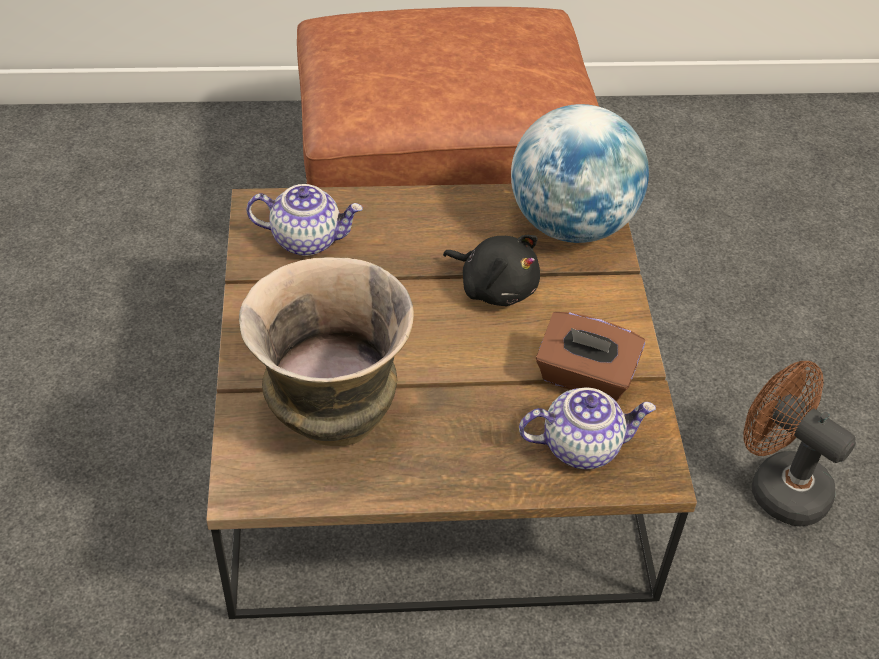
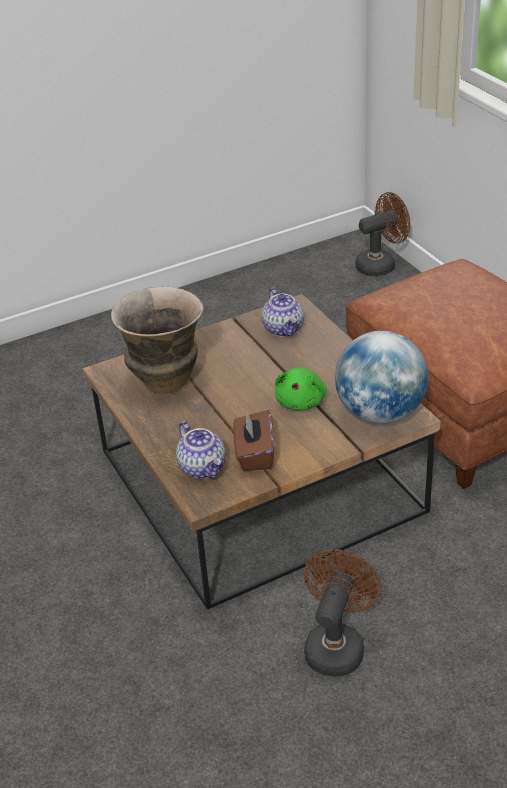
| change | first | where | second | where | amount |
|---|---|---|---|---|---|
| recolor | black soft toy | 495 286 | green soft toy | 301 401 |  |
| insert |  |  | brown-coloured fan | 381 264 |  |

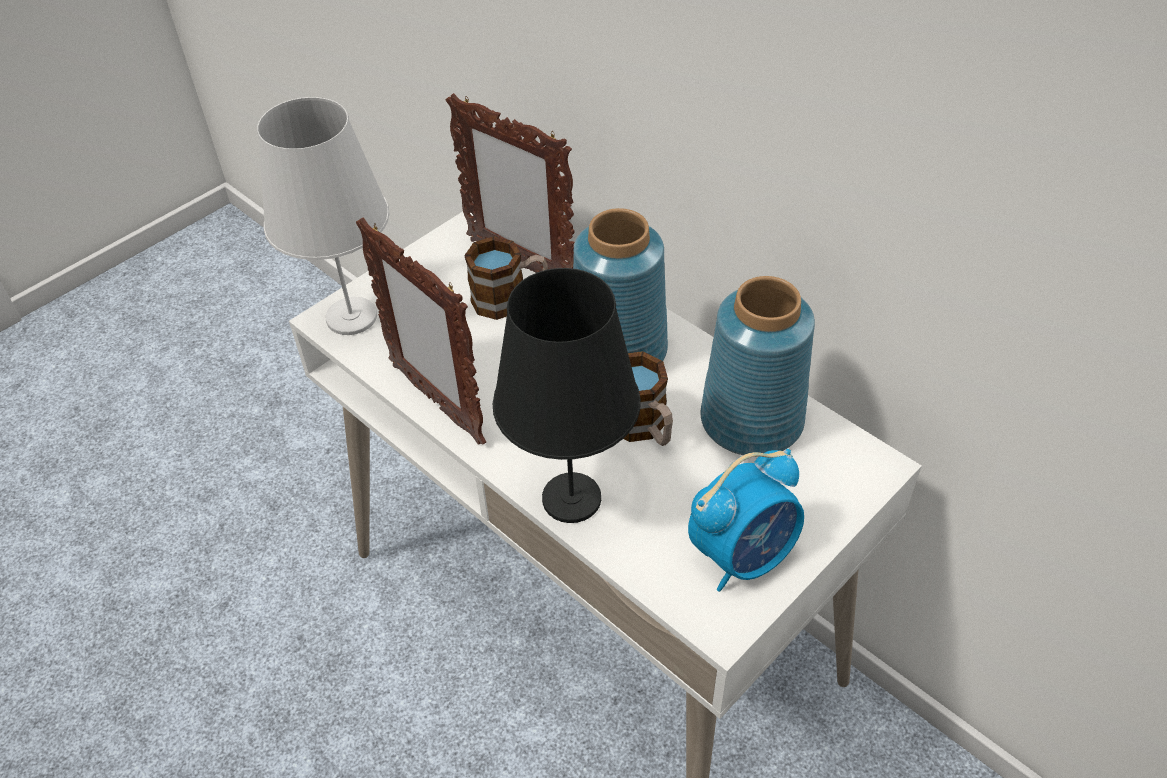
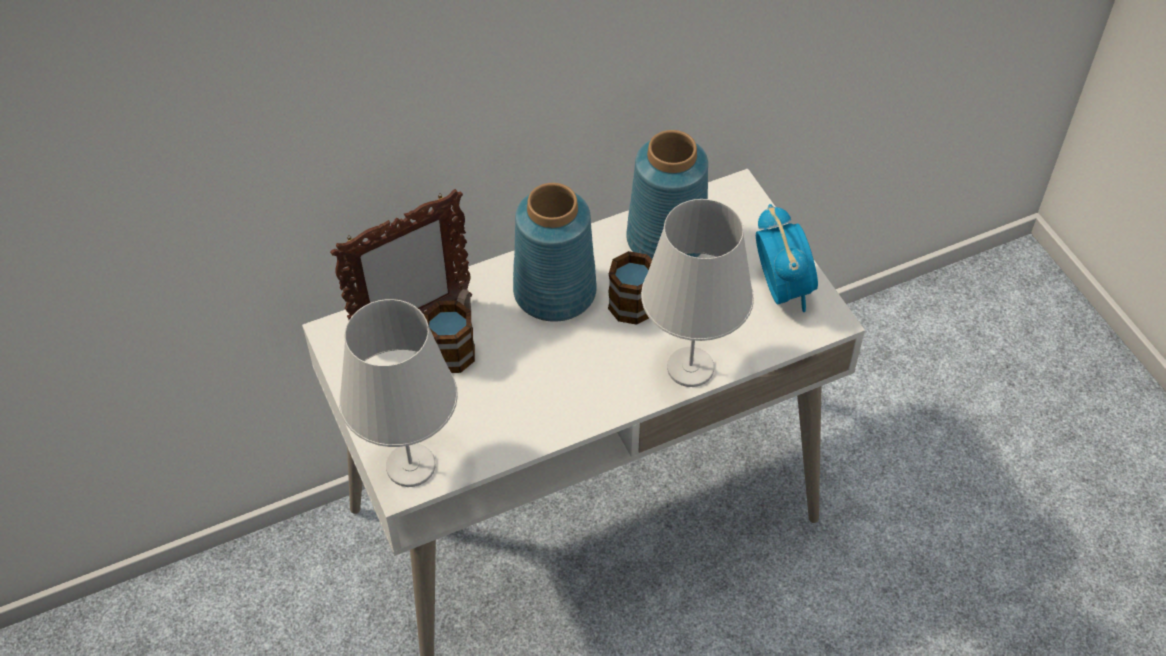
| change | first | where | second | where | amount |
|---|---|---|---|---|---|
| delete | photo frame | 436 403 |  |  |  |
| recolor | black table lamp | 572 499 | whitish table lamp | 691 367 |  |

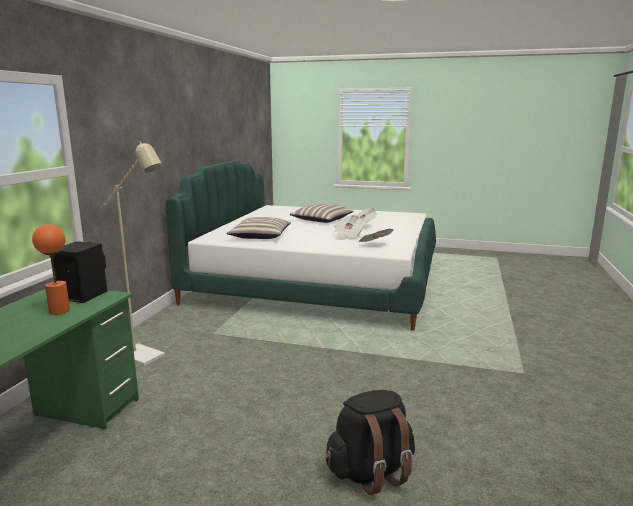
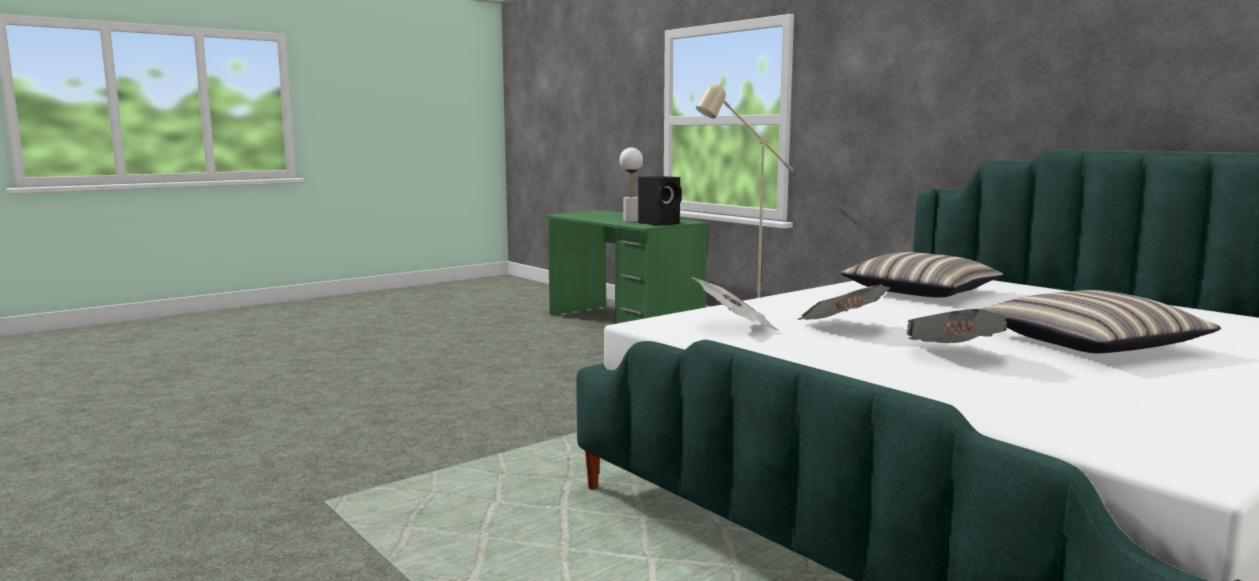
| change | first | where | second | where | amount |
|---|---|---|---|---|---|
| recolor | orangey table lamp | 59 311 | whitish table lamp | 631 221 |  |
| delete | black rucksack | 371 472 |  |  |  |

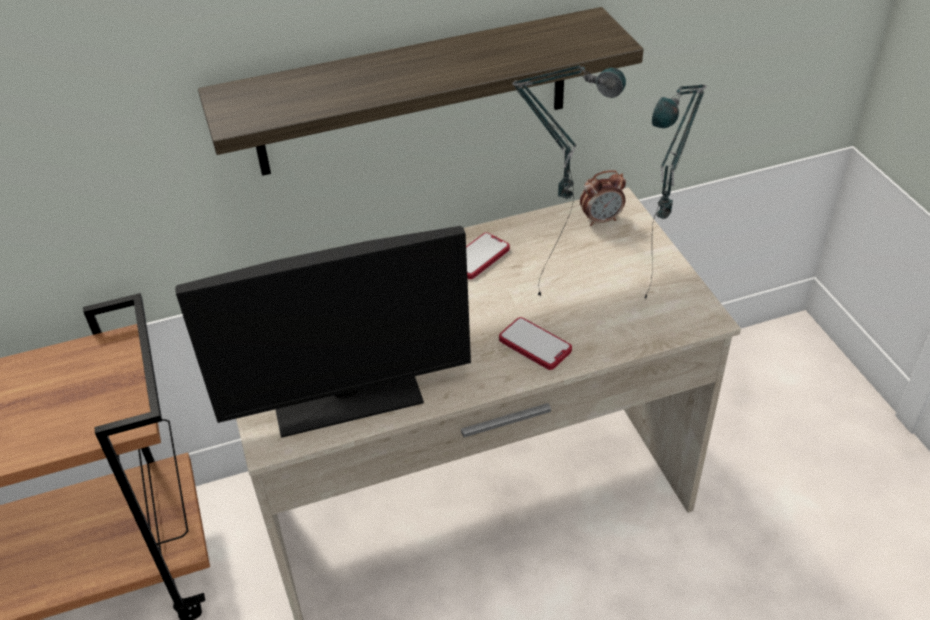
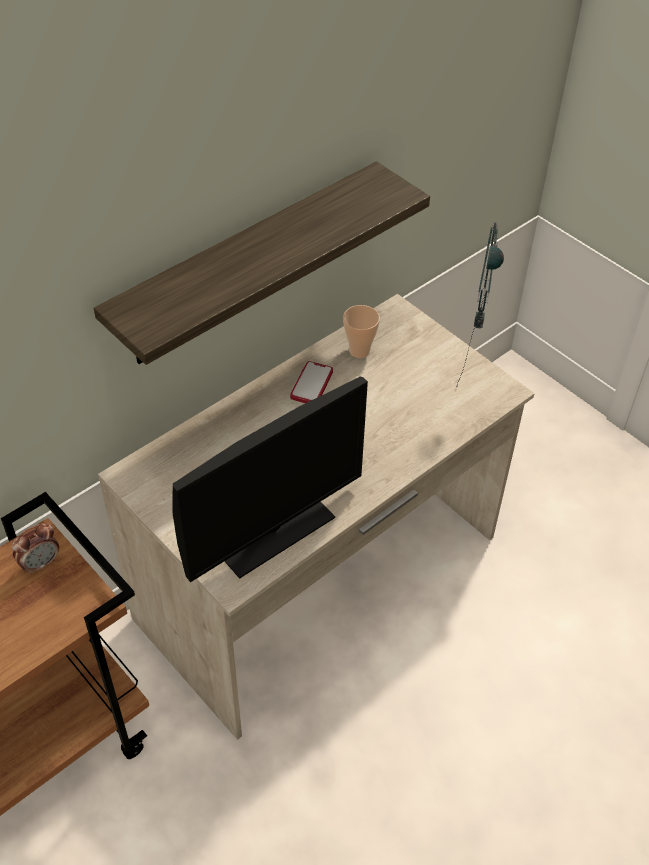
| change | first | where | second | where | amount |
|---|---|---|---|---|---|
| delete | table lamp | 557 293 |  |  |  |
| move | alarm clock | 601 220 |  | 40 563 |  |
| delete | handset | 535 345 |  |  |  |
| insert |  |  | small cup | 359 351 |  |

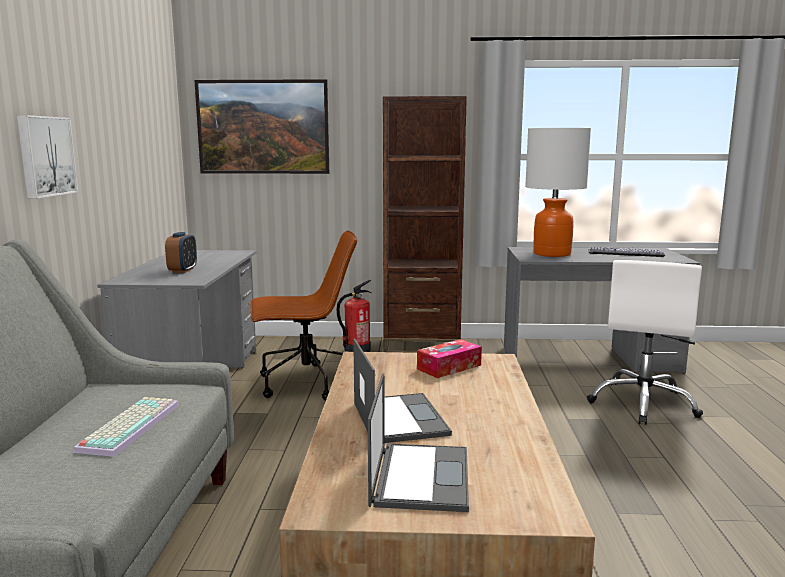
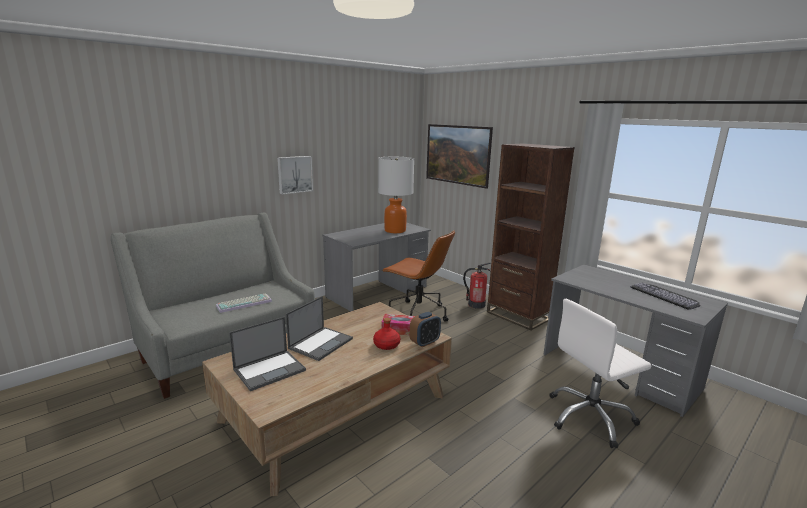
| change | first | where | second | where | amount |
|---|---|---|---|---|---|
| move | table lamp | 551 254 |  | 395 230 |  |
| move | alarm clock | 183 270 |  | 424 342 |  |
| insert |  |  | reddish beverage bottle | 386 345 |  |

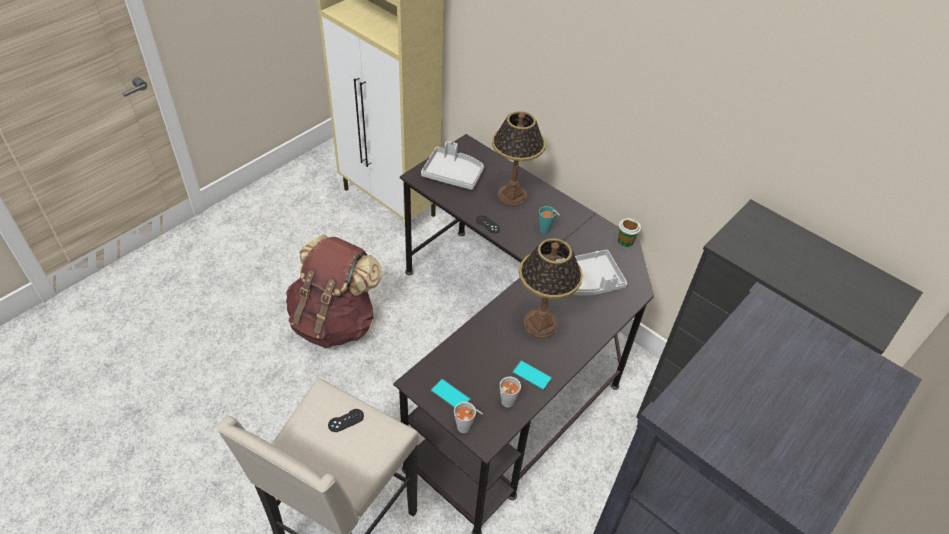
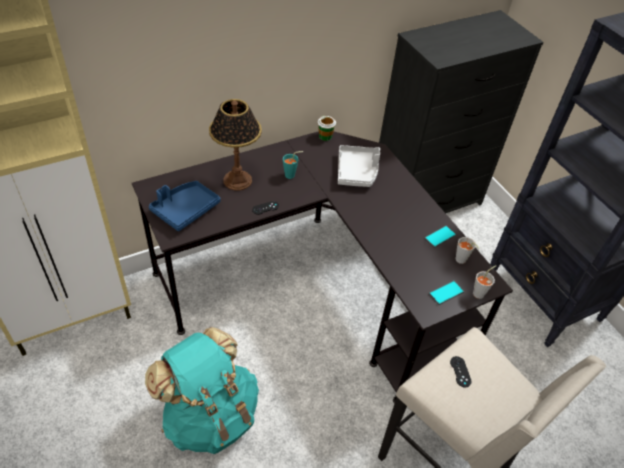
| change | first | where | second | where | amount |
|---|---|---|---|---|---|
| recolor | gray tray | 453 174 | bluish tray | 185 210 |  |
| recolor | brown-coloured rucksack | 335 321 | turquoise rucksack | 210 415 |  |
| delete | table lamp | 541 324 |  |  |  |

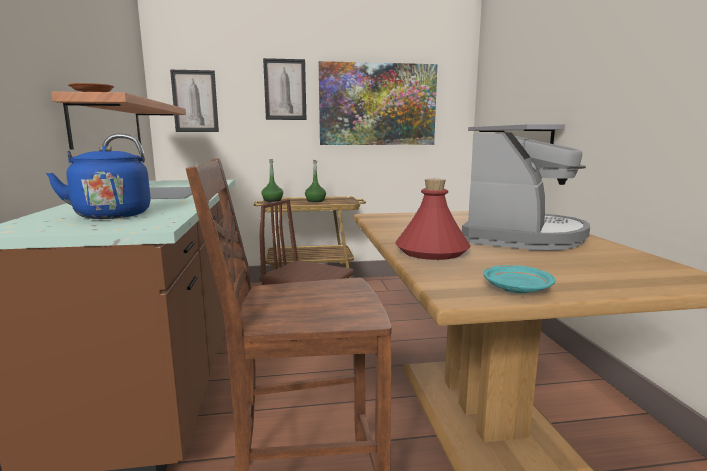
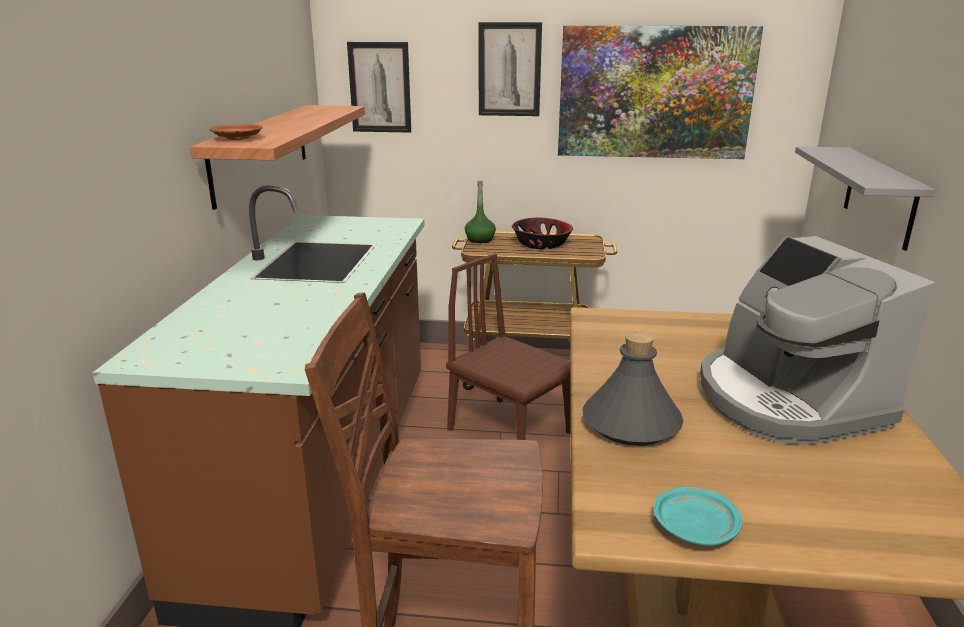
| change | first | where | second | where | amount |
|---|---|---|---|---|---|
| rotate | coffee machine | 522 236 |  | 786 400 | 120 degrees clockwise |
| delete | bluish water kettle | 112 214 |  |  |  |
| replace | green beverage bottle | 315 201 | serving bowl | 542 244 |  |
| recolor | reddish beverage bottle | 432 251 | gray beverage bottle | 632 424 |  |

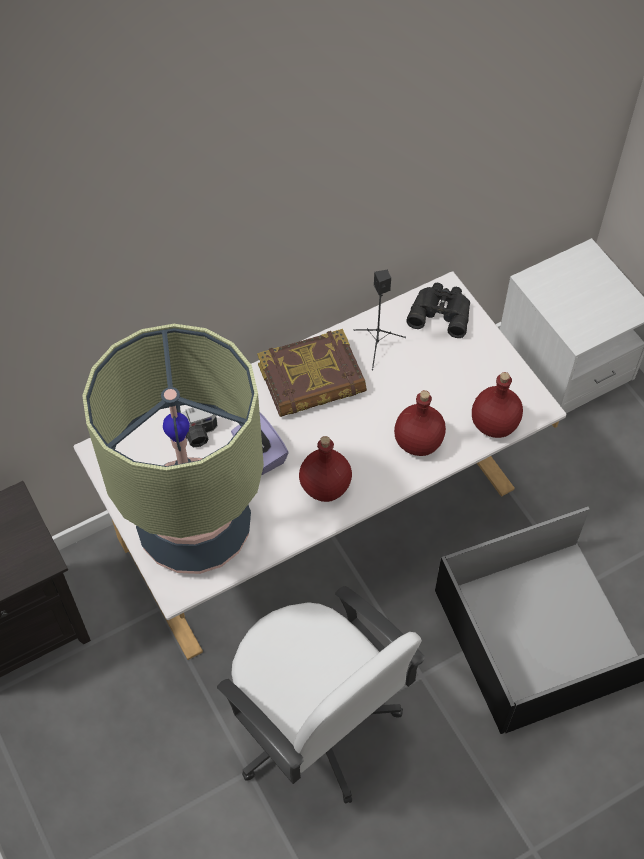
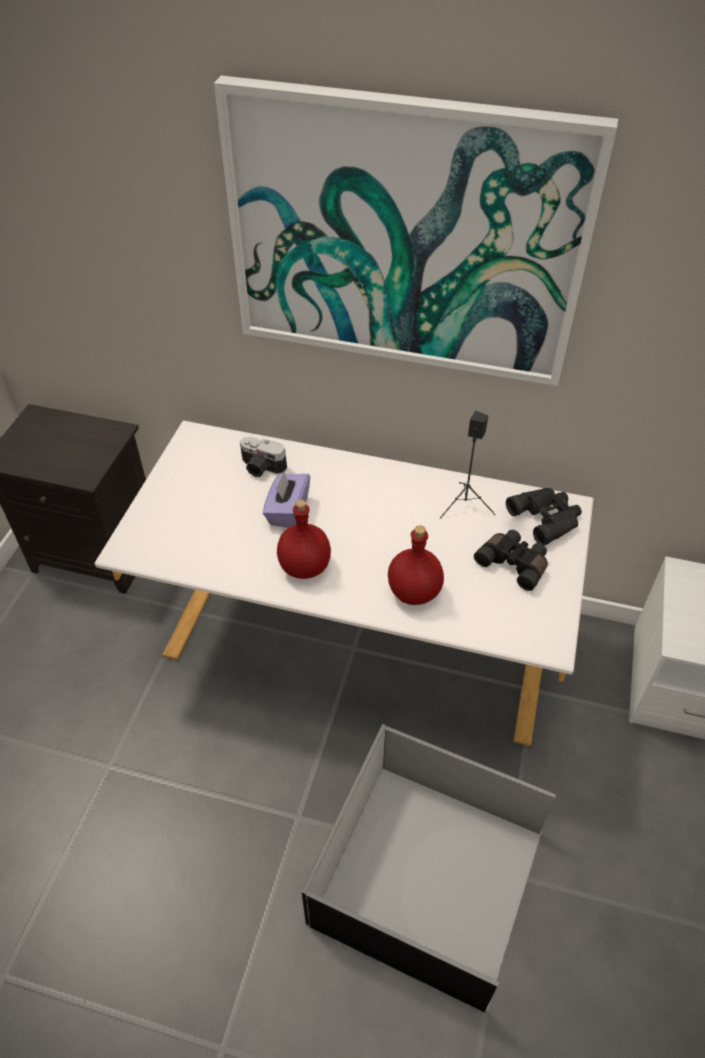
| change | first | where | second | where | amount |
|---|---|---|---|---|---|
| delete | table lamp | 195 528 |  |  |  |
| delete | volume | 312 380 |  |  |  |
| delete | reddish beverage bottle | 493 425 |  |  |  |
| delete | whitish office chair | 314 725 |  |  |  |
| insert |  |  | wall art | 404 237 |  |
| insert |  |  | black binoculars | 514 563 |  |

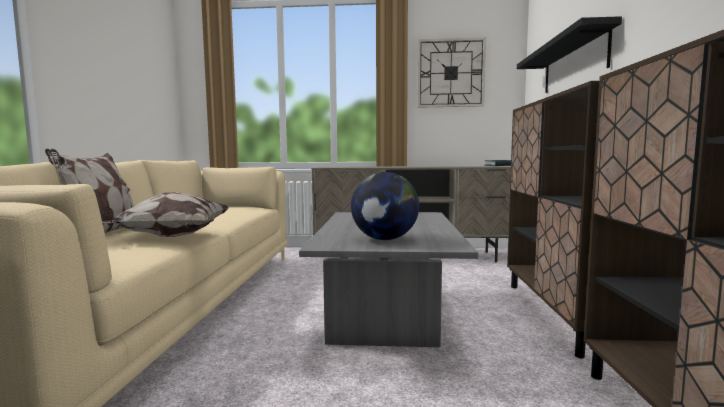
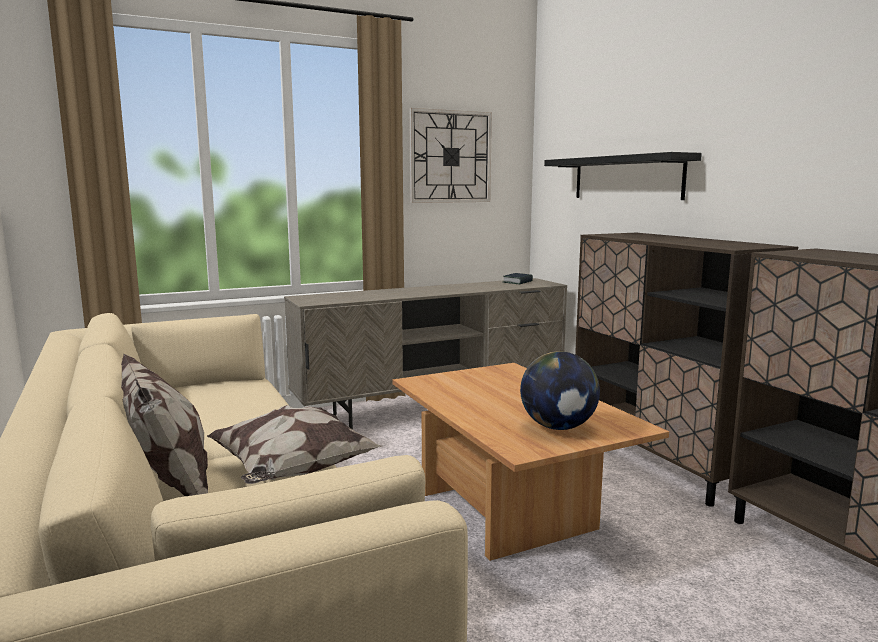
| change | first | where | second | where | amount |
|---|---|---|---|---|---|
| recolor | gray coffee table | 387 319 | brown-coloured coffee table | 511 509 |  |

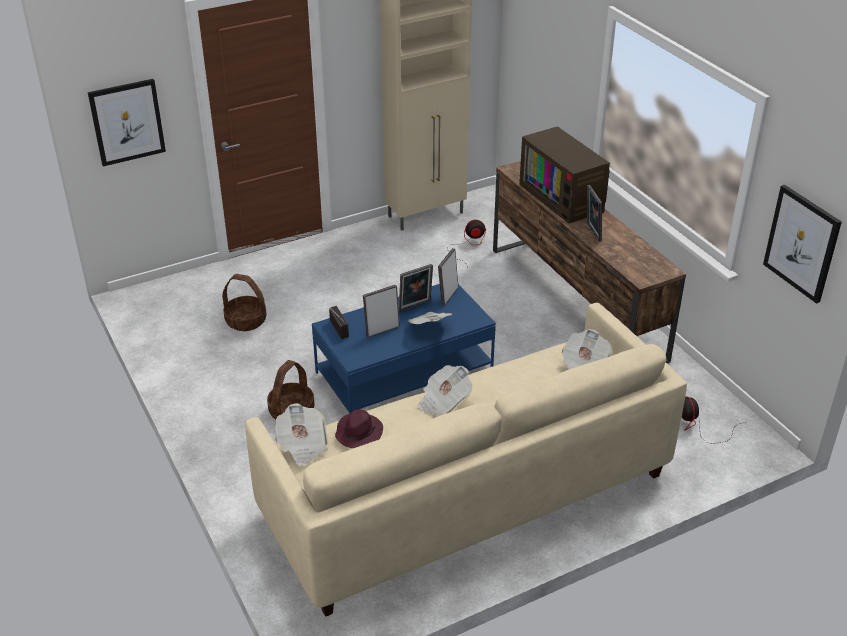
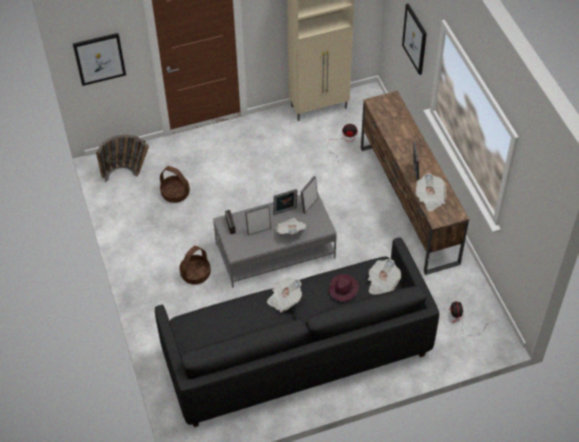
| change | first | where | second | where | amount |
|---|---|---|---|---|---|
| delete | television | 563 197 |  |  |  |
| move | wall art | 802 243 |  | 415 39 |  |
| recolor | bluish coffee table | 404 373 | gray coffee table | 275 251 |  |
| recolor | beige couch | 467 494 | black couch | 296 353 |  |
| move | newspaper | 302 445 |  | 430 198 |  |
| move | purple clothing hat | 358 433 |  | 343 288 |  |
| insert |  |  | basket | 127 174 |  |

